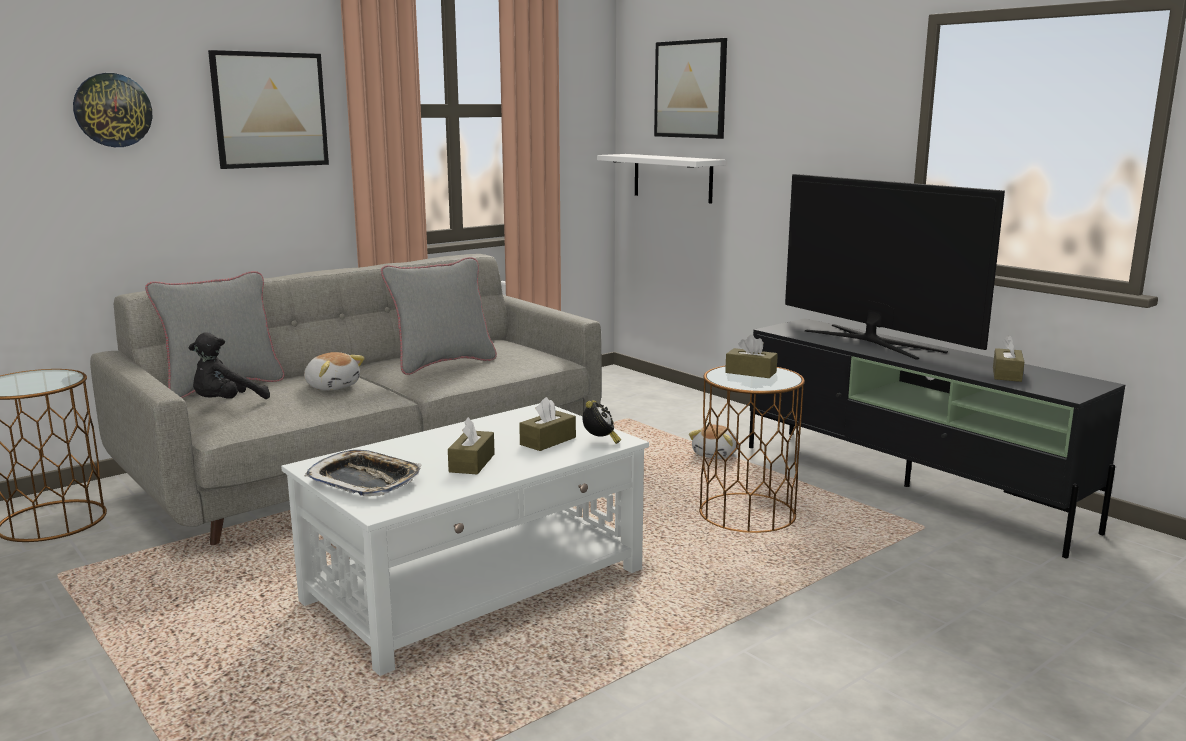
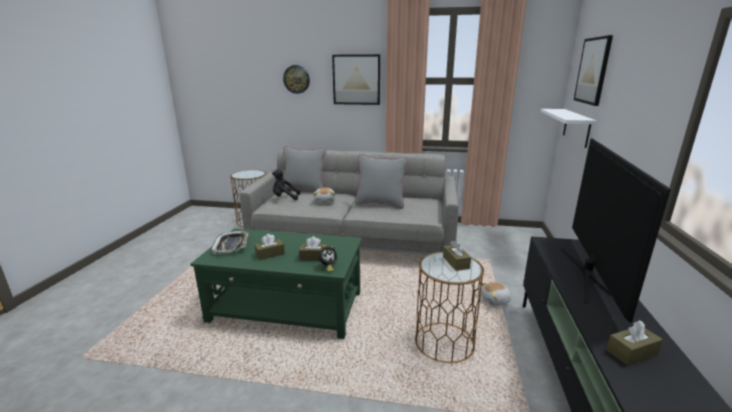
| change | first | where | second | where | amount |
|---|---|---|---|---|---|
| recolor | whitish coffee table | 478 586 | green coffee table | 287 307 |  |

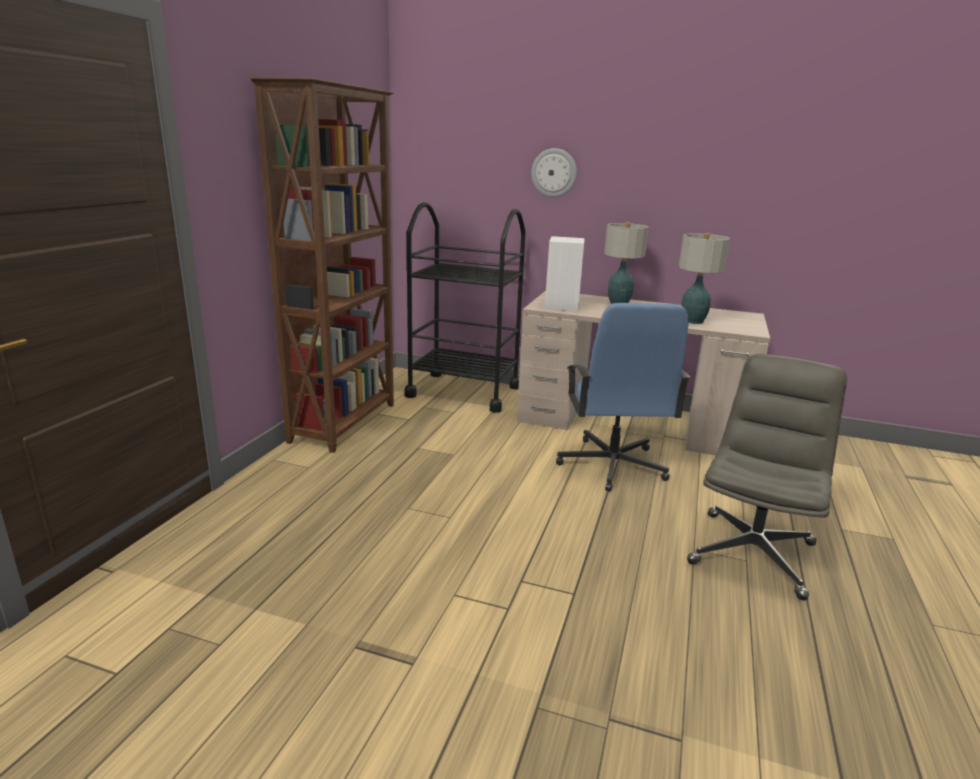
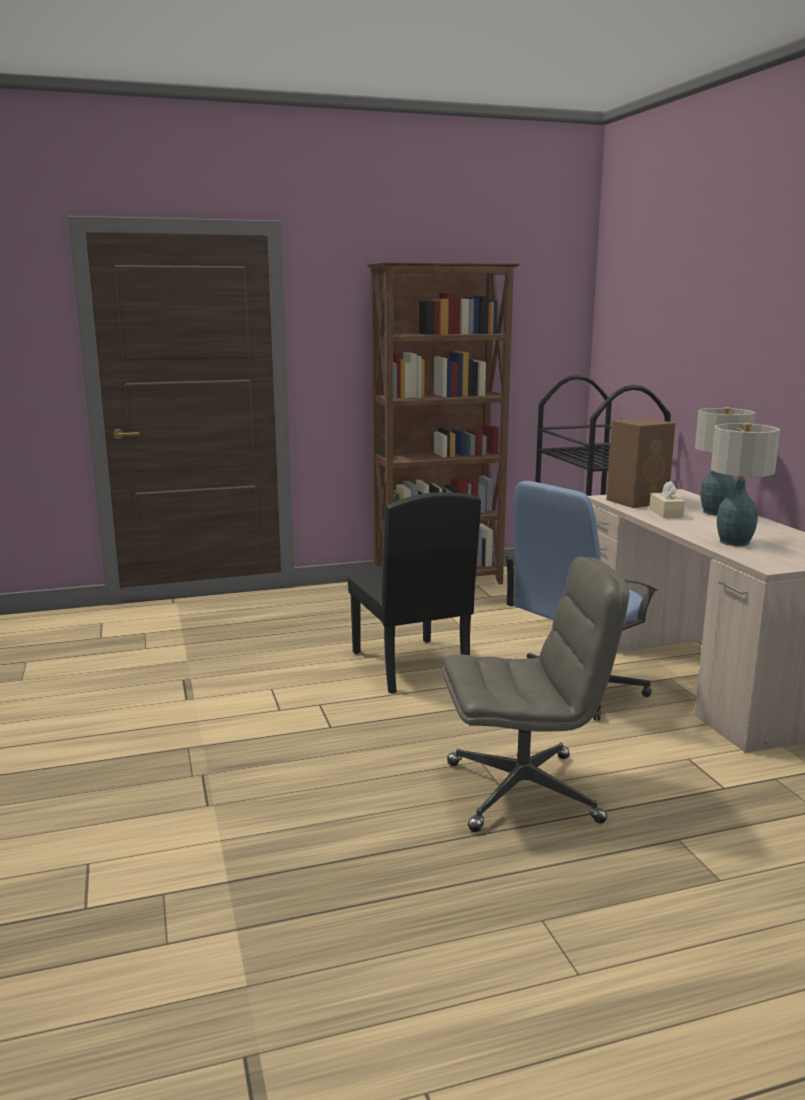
| change | first | where | second | where | amount |
|---|---|---|---|---|---|
| delete | hanging clock | 554 173 |  |  |  |
| recolor | whitish loudspeaker | 562 305 | brown-coloured loudspeaker | 638 501 |  |
| insert |  |  | beige box of tissues | 665 513 |  |
| insert |  |  | black upright chair | 409 665 |  |

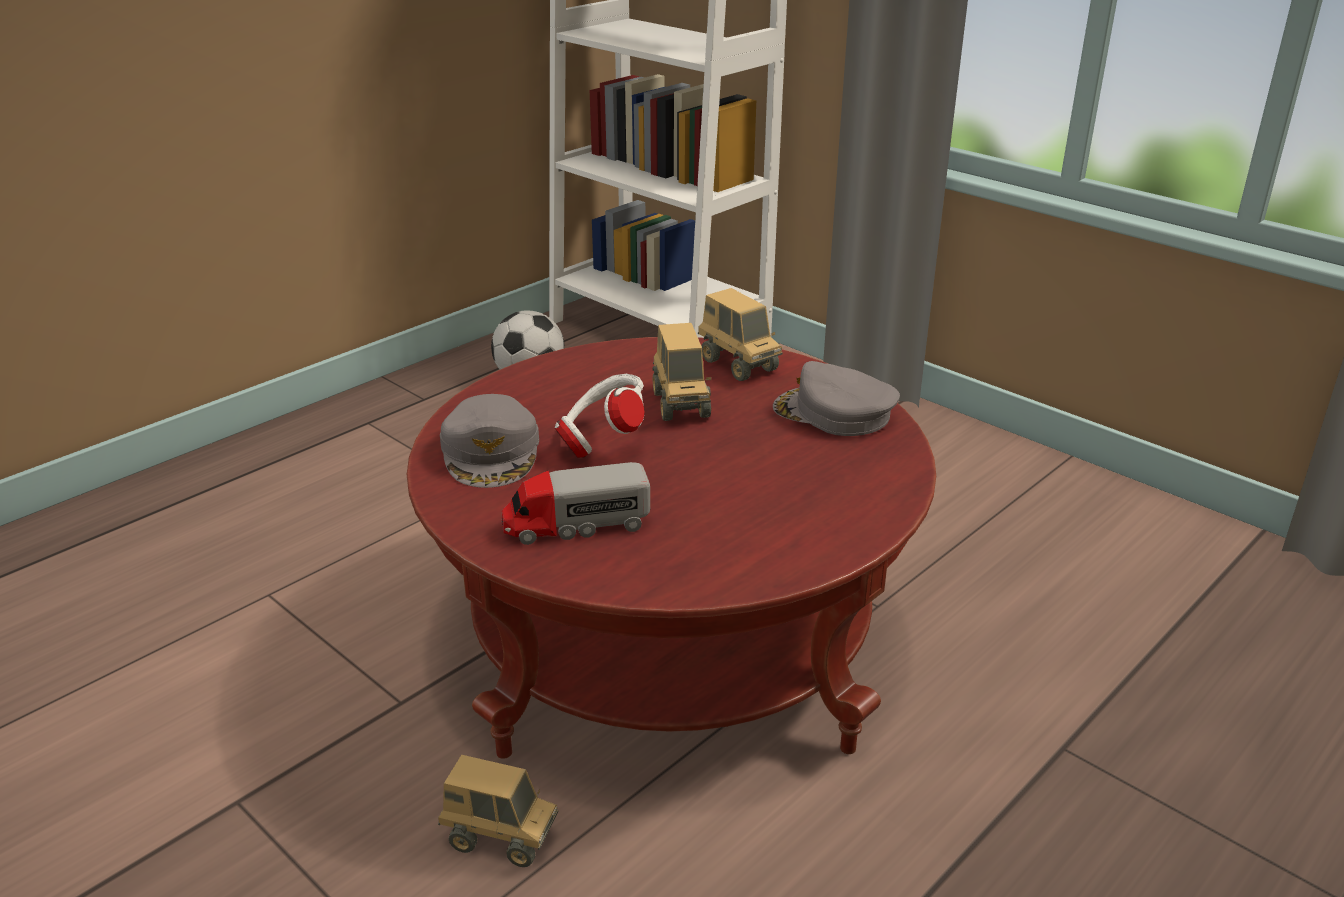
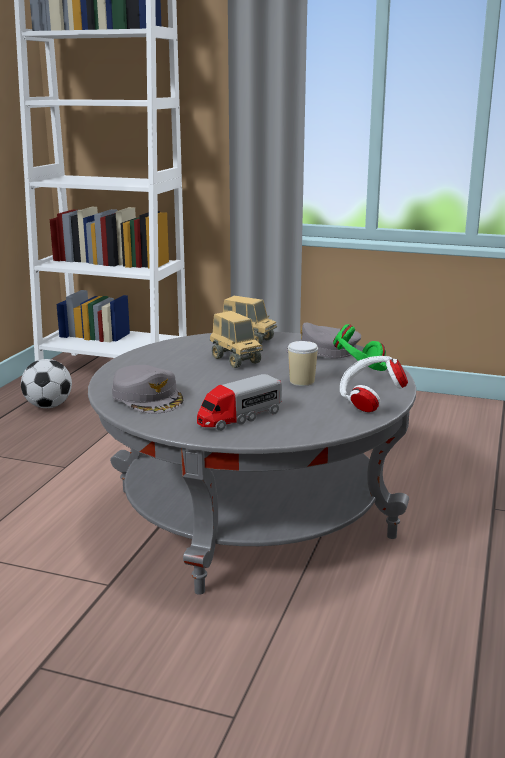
| change | first | where | second | where | amount |
|---|---|---|---|---|---|
| recolor | reddish coffee table | 671 640 | gray coffee table | 252 512 |  |
| move | whitish pair of headphones | 602 441 |  | 369 402 |  |
| delete | toy truck | 500 838 |  |  |  |
| insert |  |  | green pair of headphones | 360 372 |  |
| insert |  |  | small cup | 302 381 |  |

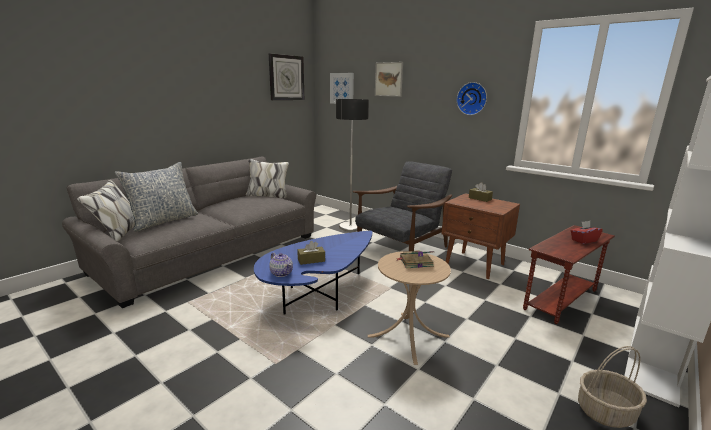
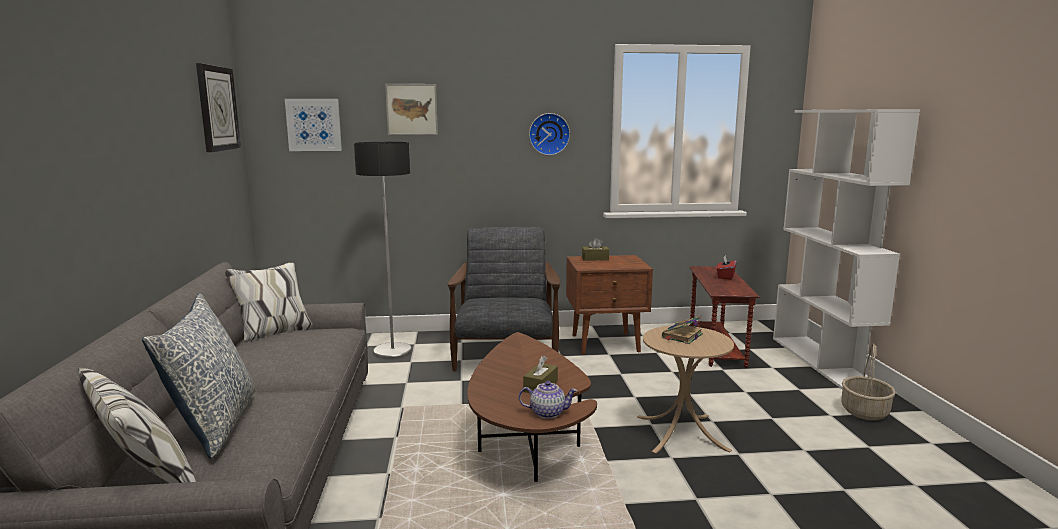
| change | first | where | second | where | amount |
|---|---|---|---|---|---|
| recolor | bluish coffee table | 318 295 | brown-coloured coffee table | 527 443 |  |

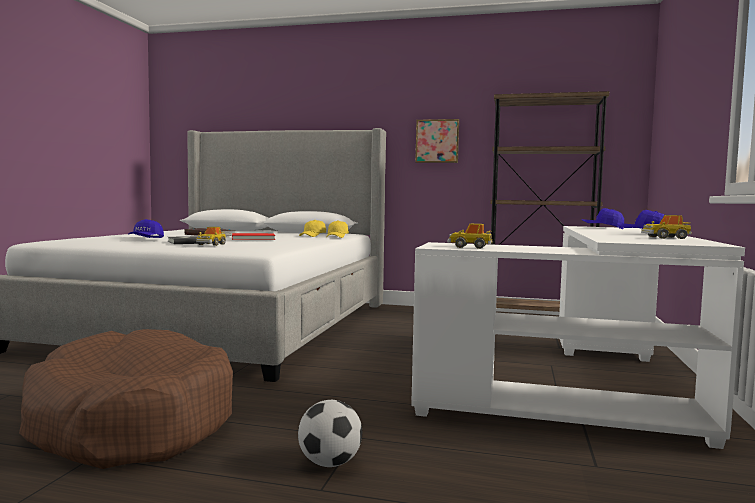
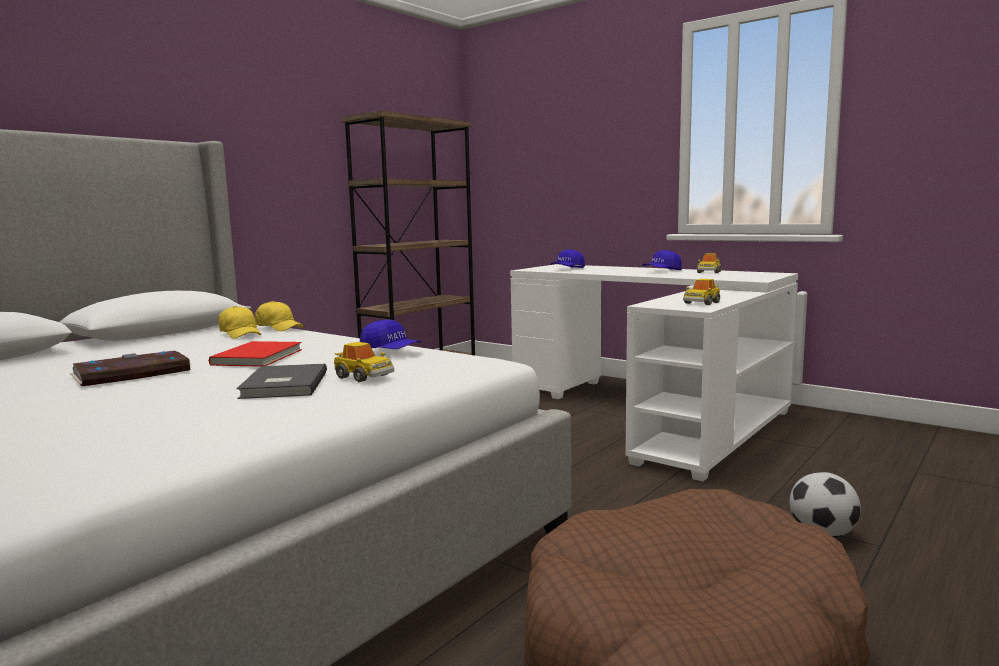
| change | first | where | second | where | amount |
|---|---|---|---|---|---|
| delete | wall art | 437 141 |  |  |  |
| move | bluish peaked cap | 146 239 |  | 390 352 |  |

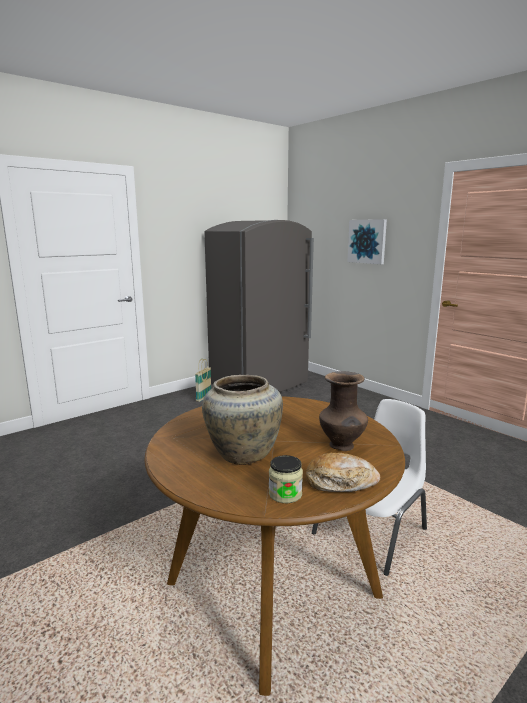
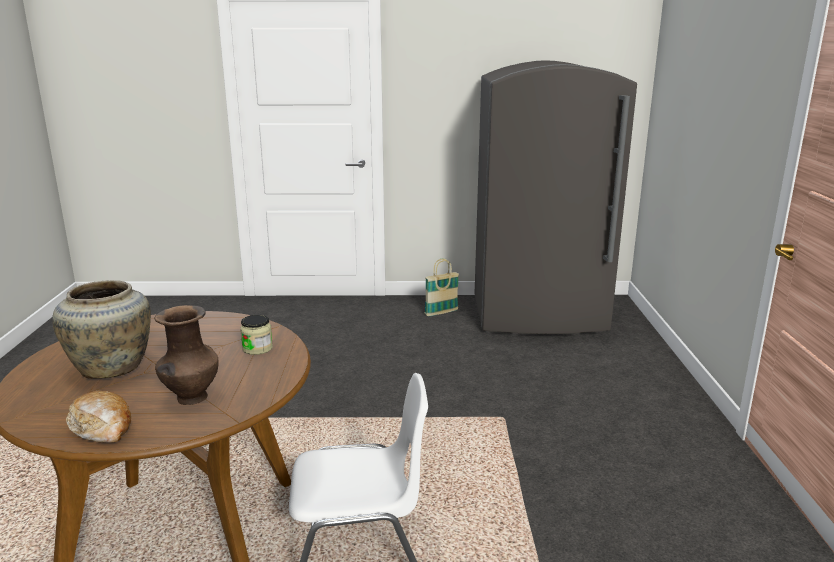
| change | first | where | second | where | amount |
|---|---|---|---|---|---|
| delete | wall art | 367 241 |  |  |  |
| move | jar | 285 494 |  | 257 348 |  |

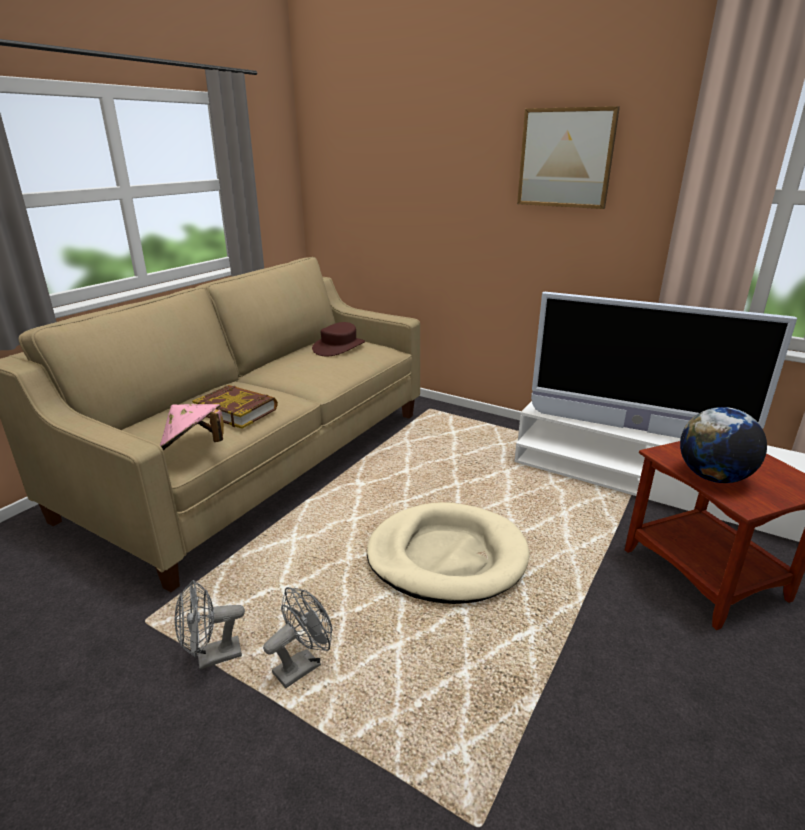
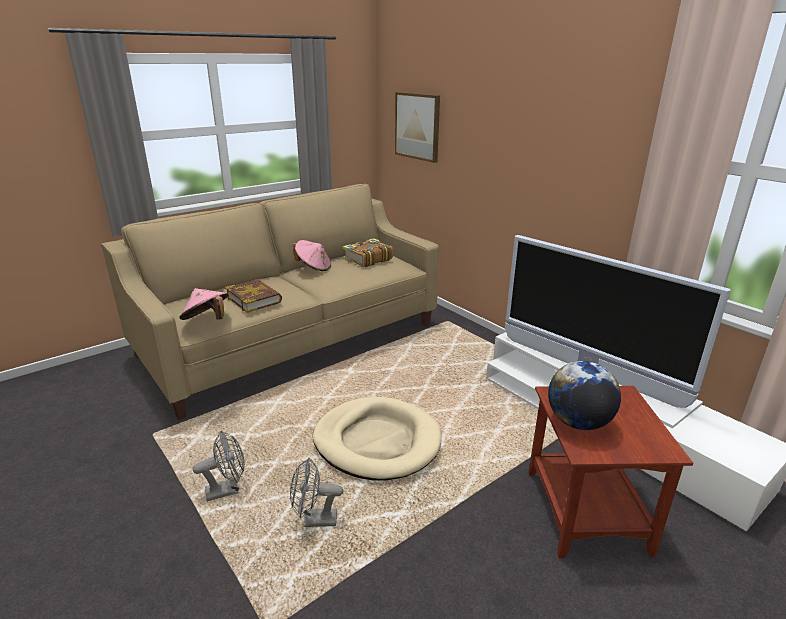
| change | first | where | second | where | amount |
|---|---|---|---|---|---|
| move | wall art | 566 158 |  | 417 126 |  |
| replace | brown-coloured clothing hat | 339 347 | volume | 367 259 |  |
| move | gray fan | 212 657 |  | 314 520 |  |
| insert |  |  | pinkish clothing hat | 313 268 |  |

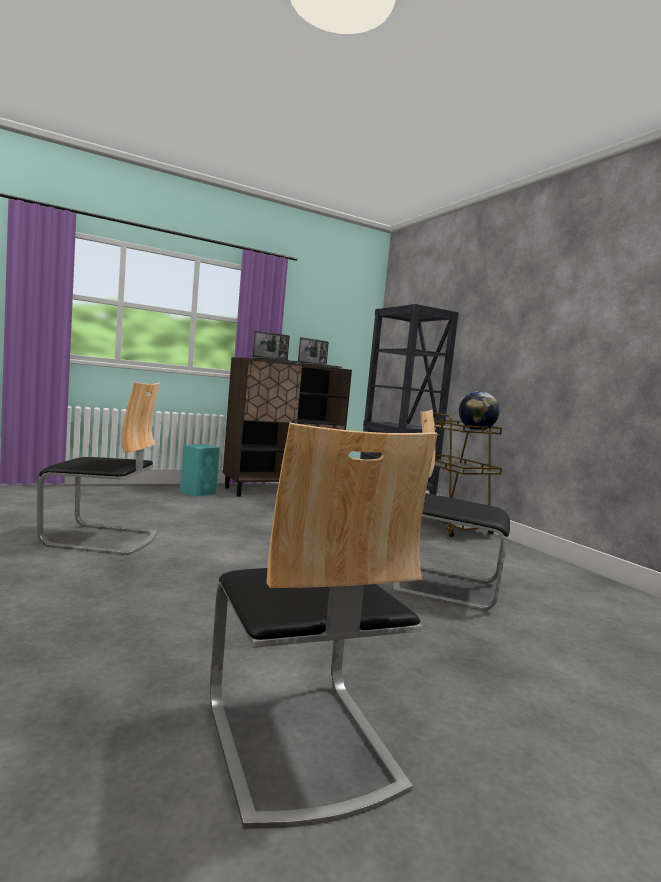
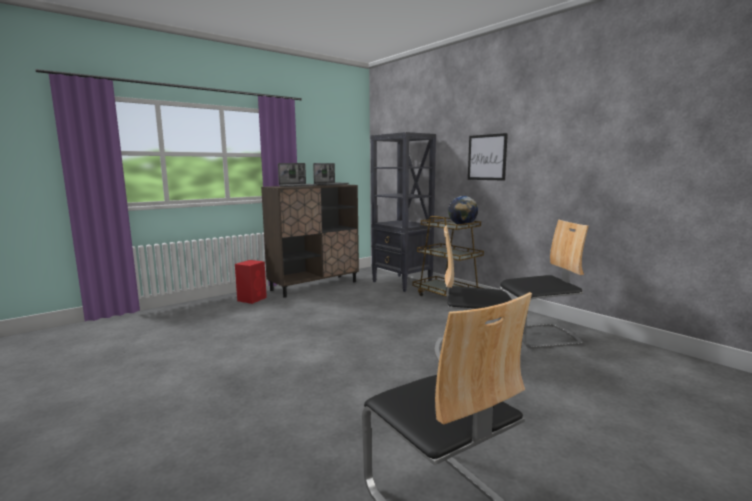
| change | first | where | second | where | amount |
|---|---|---|---|---|---|
| move | upright chair | 101 539 |  | 539 335 |  |
| recolor | turquoise loudspeaker | 198 492 | reddish loudspeaker | 252 299 |  |
| insert |  |  | wall art | 487 157 |  |

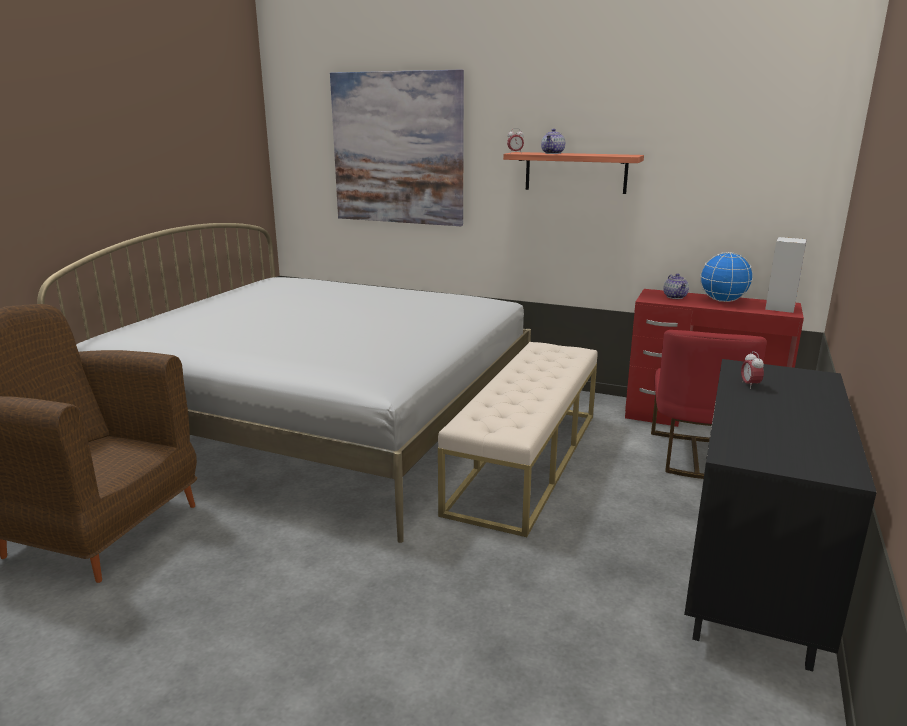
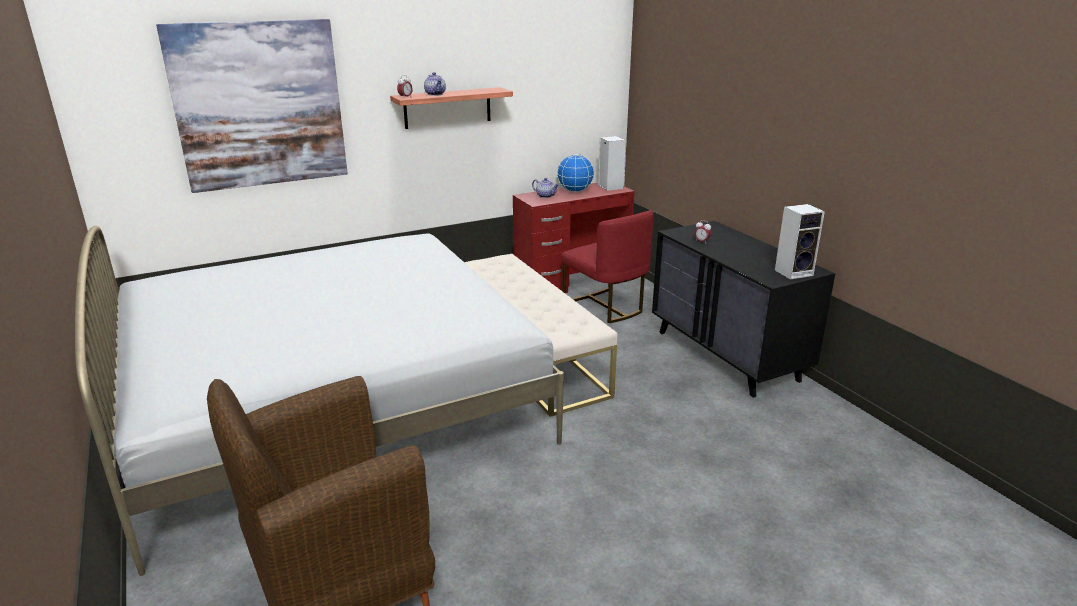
| change | first | where | second | where | amount |
|---|---|---|---|---|---|
| insert |  |  | loudspeaker | 794 272 |  |

